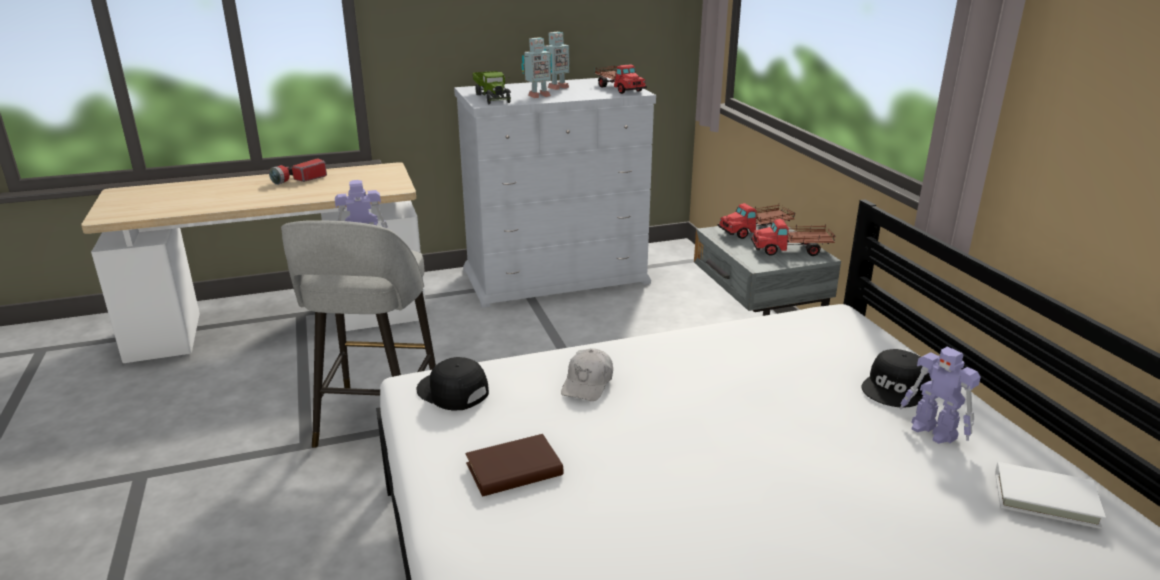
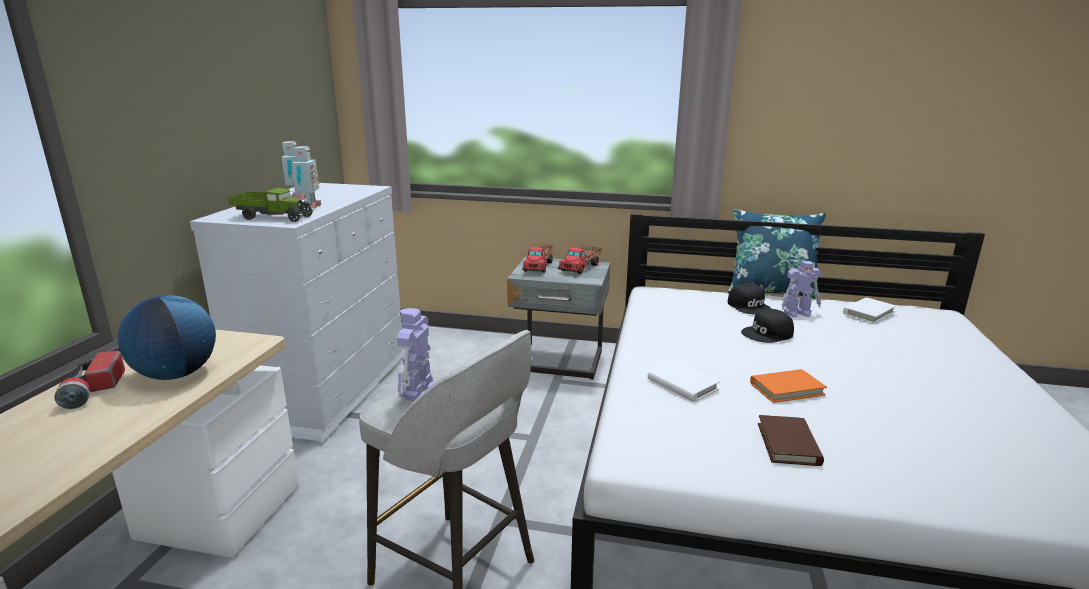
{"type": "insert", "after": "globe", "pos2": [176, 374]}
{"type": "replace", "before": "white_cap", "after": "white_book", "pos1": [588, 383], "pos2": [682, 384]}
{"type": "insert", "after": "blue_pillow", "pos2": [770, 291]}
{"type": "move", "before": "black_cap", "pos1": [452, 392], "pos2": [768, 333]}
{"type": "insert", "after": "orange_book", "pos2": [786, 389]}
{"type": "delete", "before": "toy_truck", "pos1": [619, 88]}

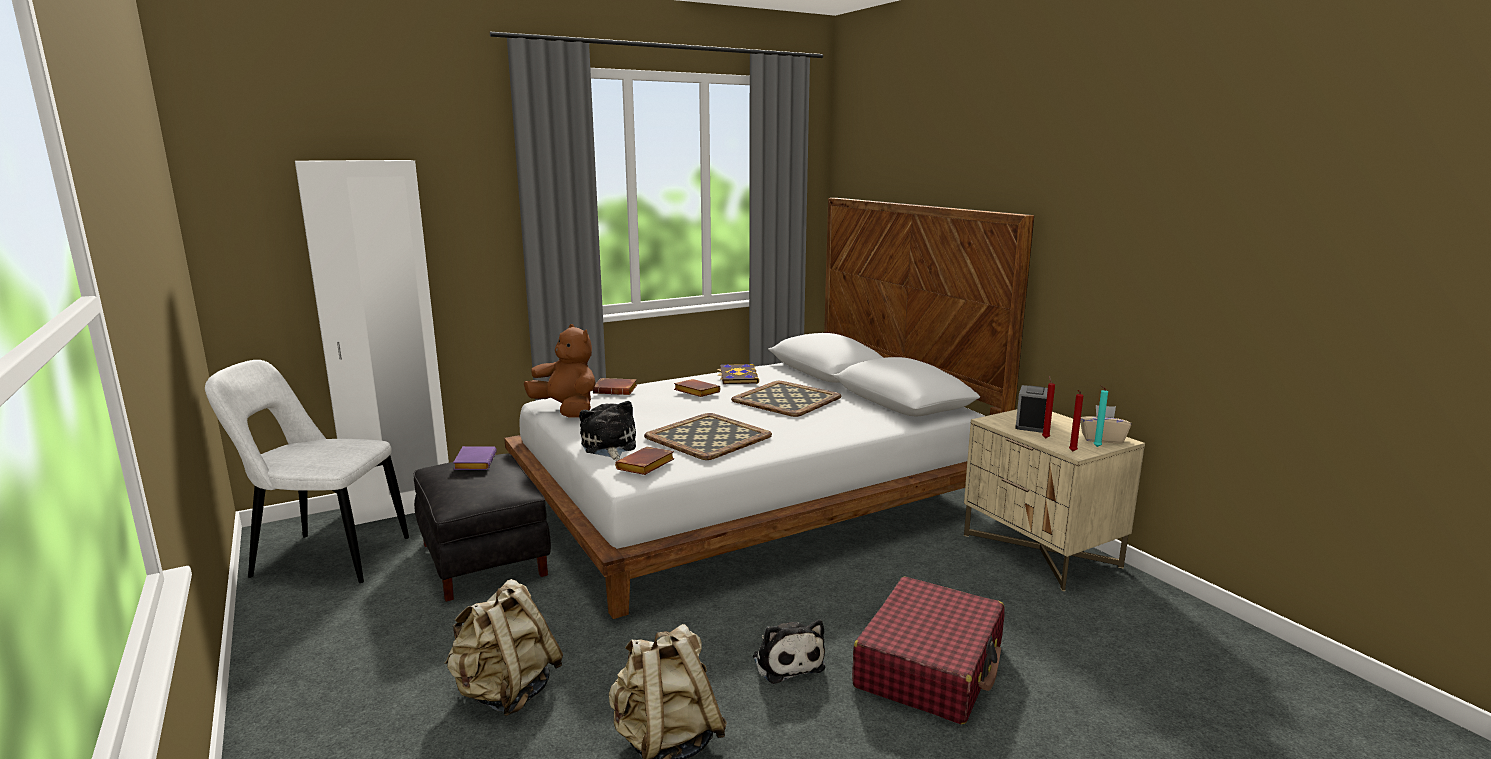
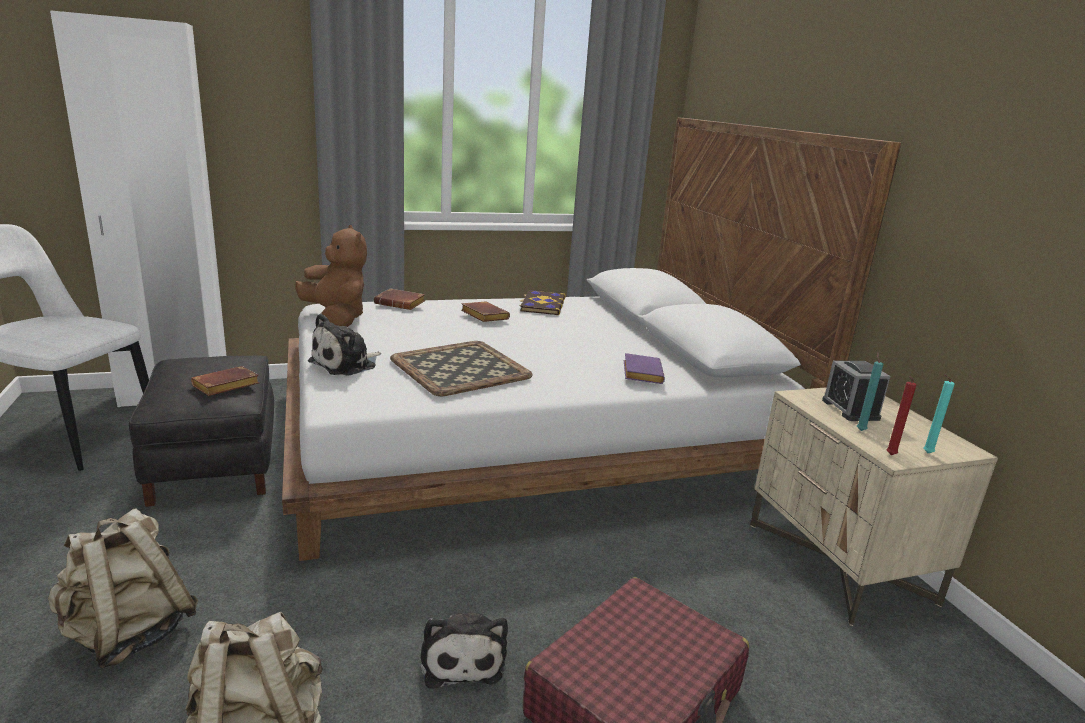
{"type": "move", "before": "brown_book", "pos1": [646, 466], "pos2": [225, 387]}
{"type": "rotate", "before": "plush_toy", "pos1": [609, 446], "pos2": [346, 364], "turn": -135}
{"type": "move", "before": "purple_book", "pos1": [474, 462], "pos2": [640, 373]}
{"type": "rotate", "before": "alarm_clock", "pos1": [1031, 424], "pos2": [850, 409], "turn": 135}
{"type": "recolor", "before": "red_candle", "after": "turquoise_candle", "pos1": [1045, 438], "pos2": [860, 430]}
{"type": "delete", "before": "tray", "pos1": [786, 399]}
{"type": "delete", "before": "beige_tissue_box", "pos1": [1102, 439]}

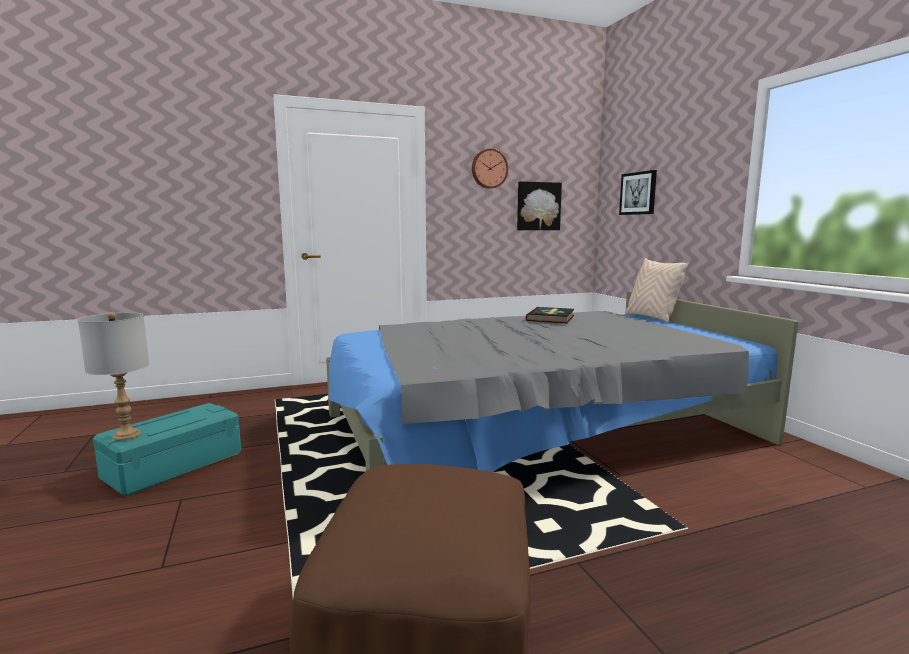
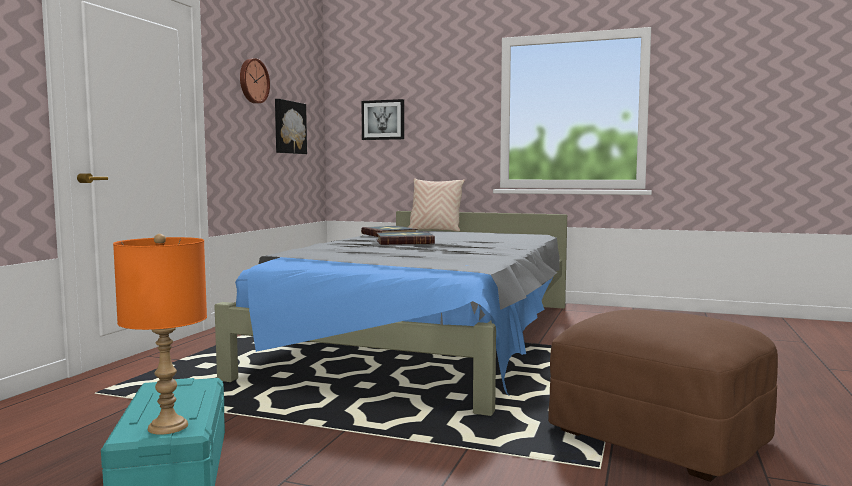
{"type": "recolor", "before": "grey_table_lamp", "after": "orange_table_lamp", "pos1": [127, 435], "pos2": [168, 426]}
{"type": "insert", "after": "book", "pos2": [404, 242]}

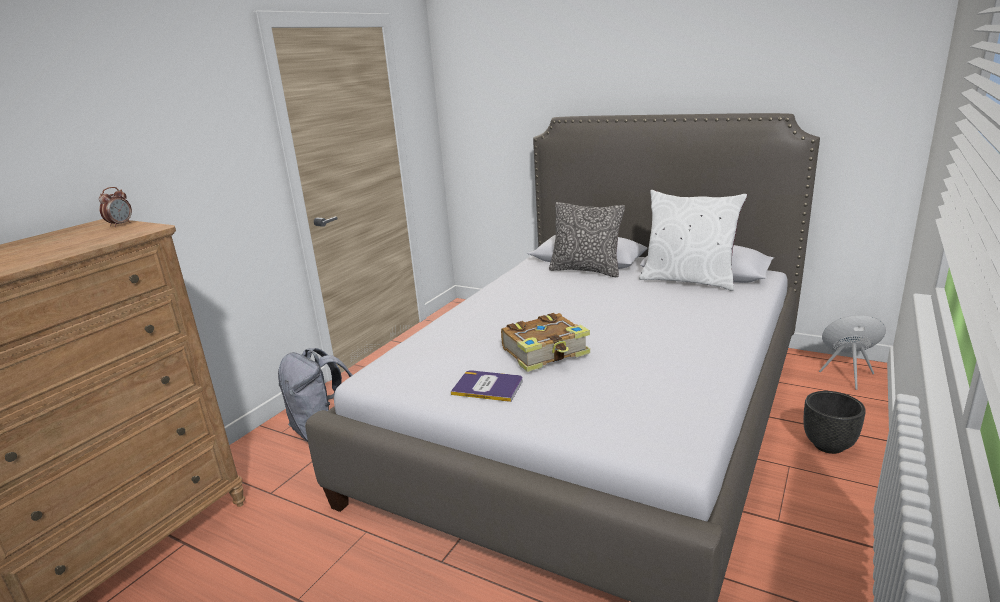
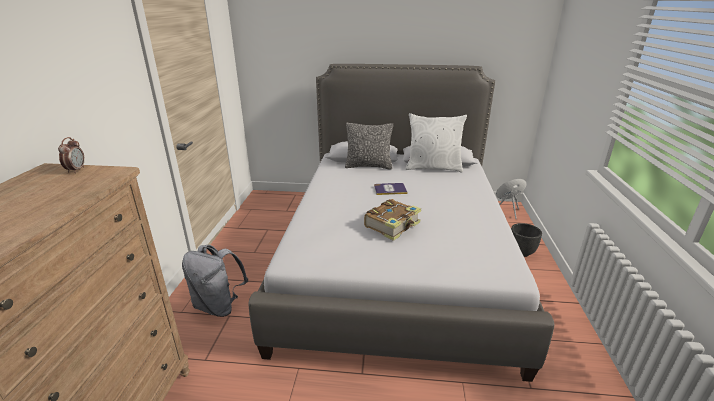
{"type": "move", "before": "book", "pos1": [488, 387], "pos2": [390, 189]}

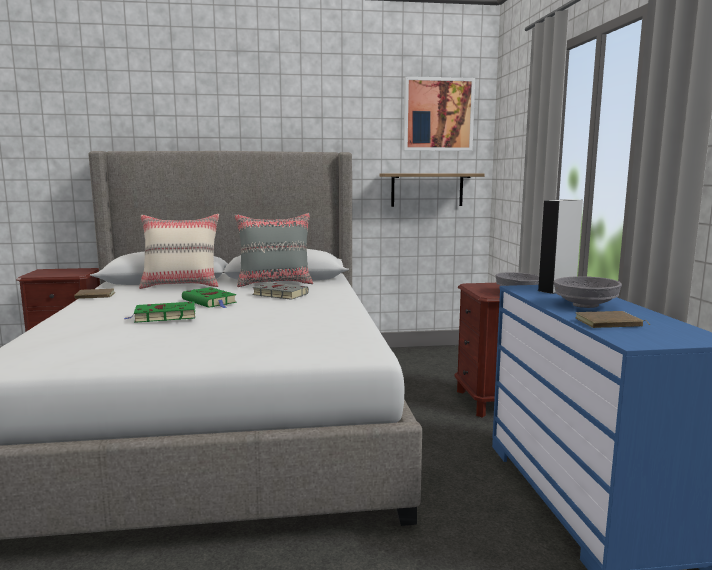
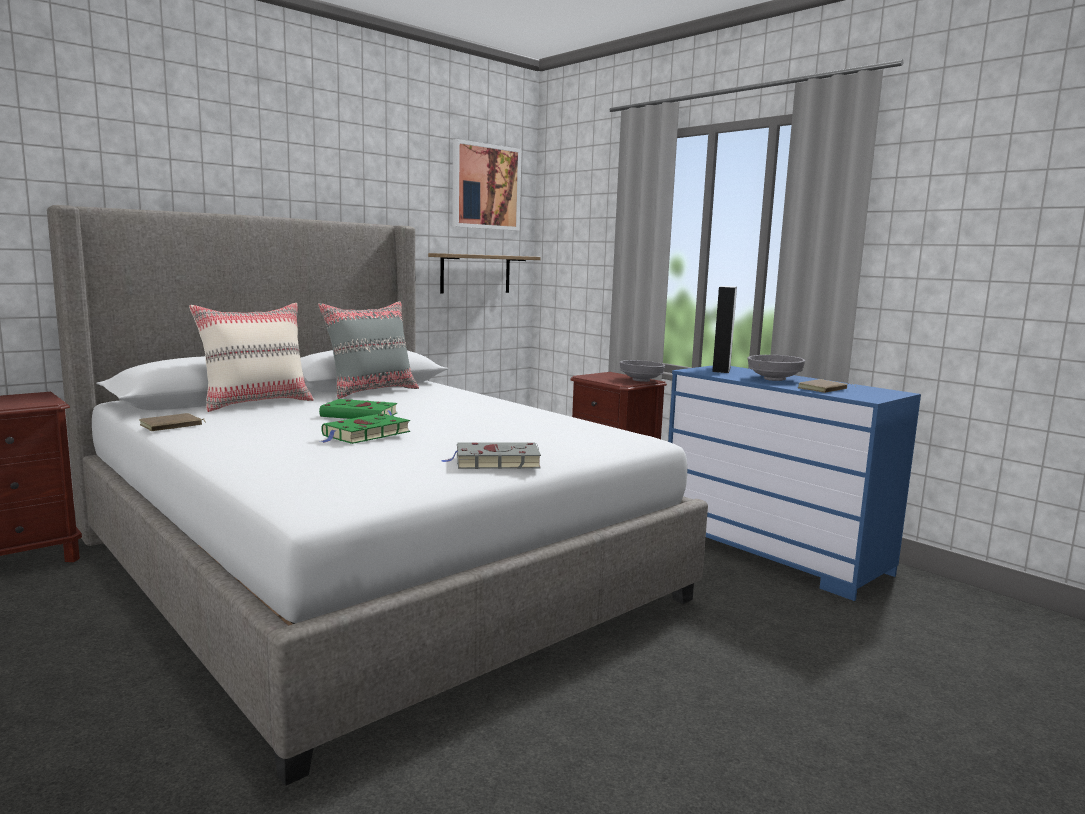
{"type": "move", "before": "grey_book", "pos1": [279, 294], "pos2": [494, 462]}

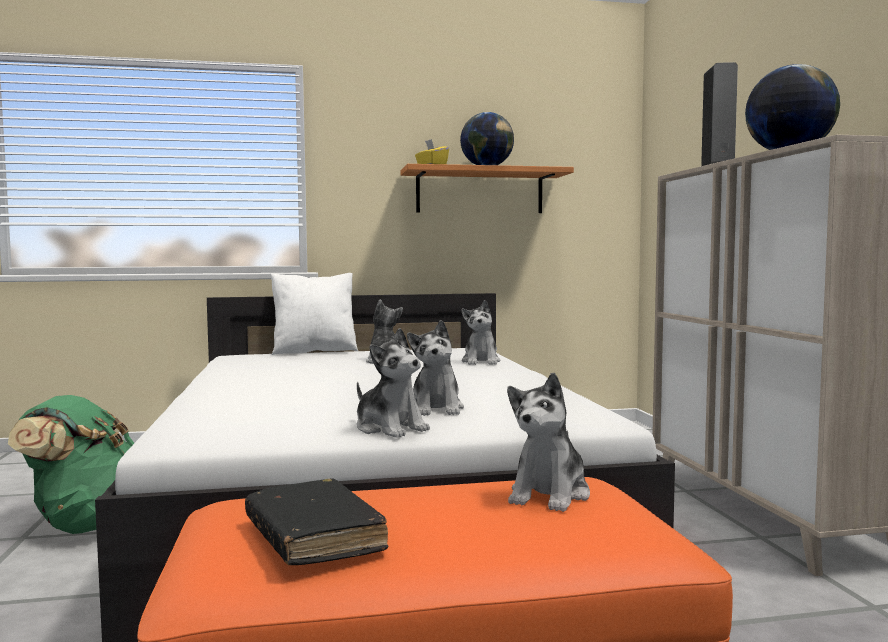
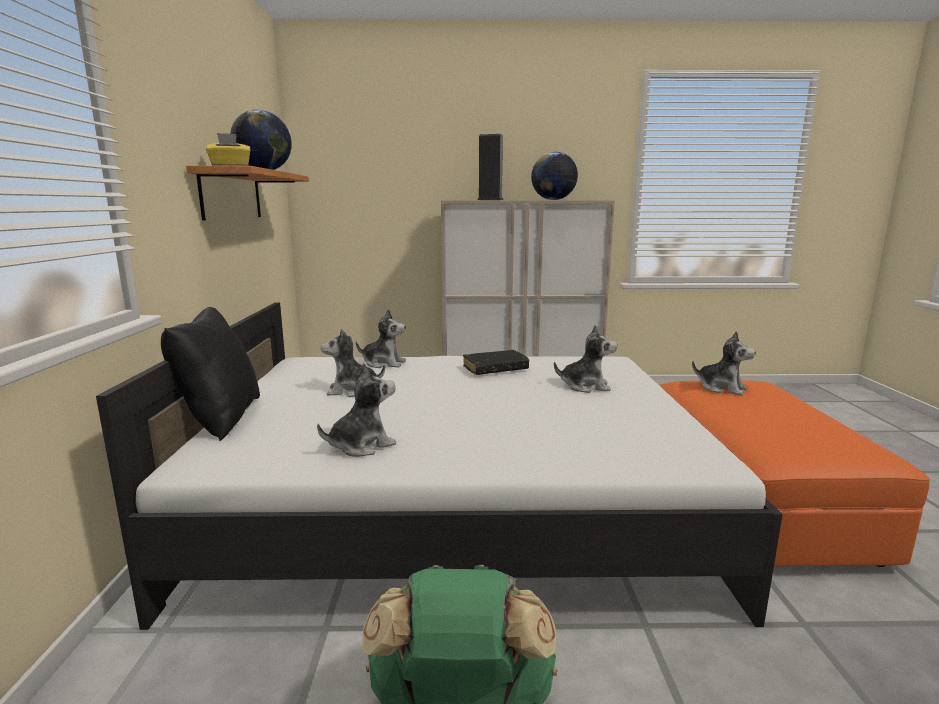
{"type": "recolor", "before": "white_pillow", "after": "black_pillow", "pos1": [314, 351], "pos2": [220, 418]}
{"type": "move", "before": "plush_toy", "pos1": [390, 428], "pos2": [361, 445]}
{"type": "move", "before": "black_book", "pos1": [313, 537], "pos2": [495, 369]}

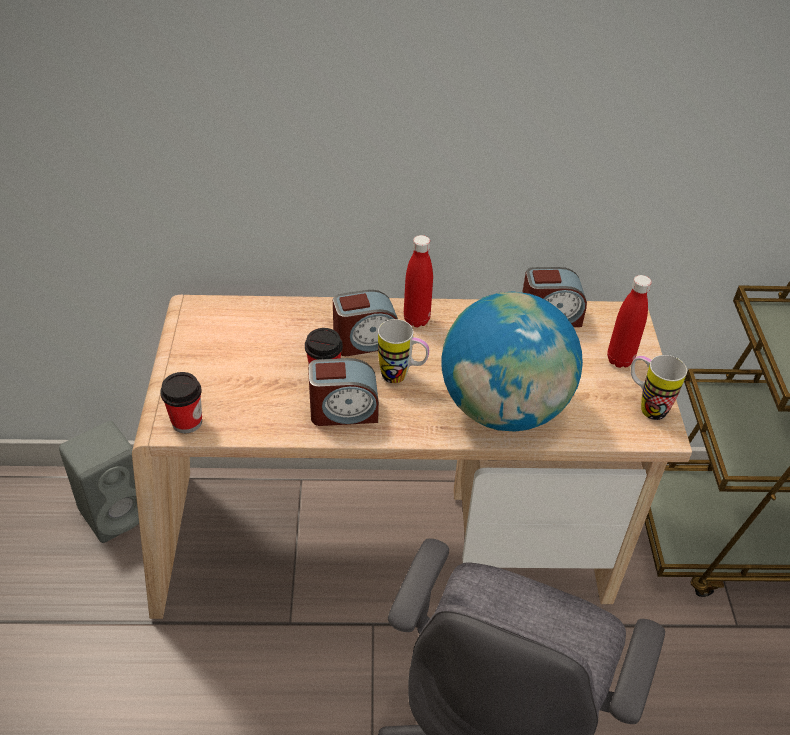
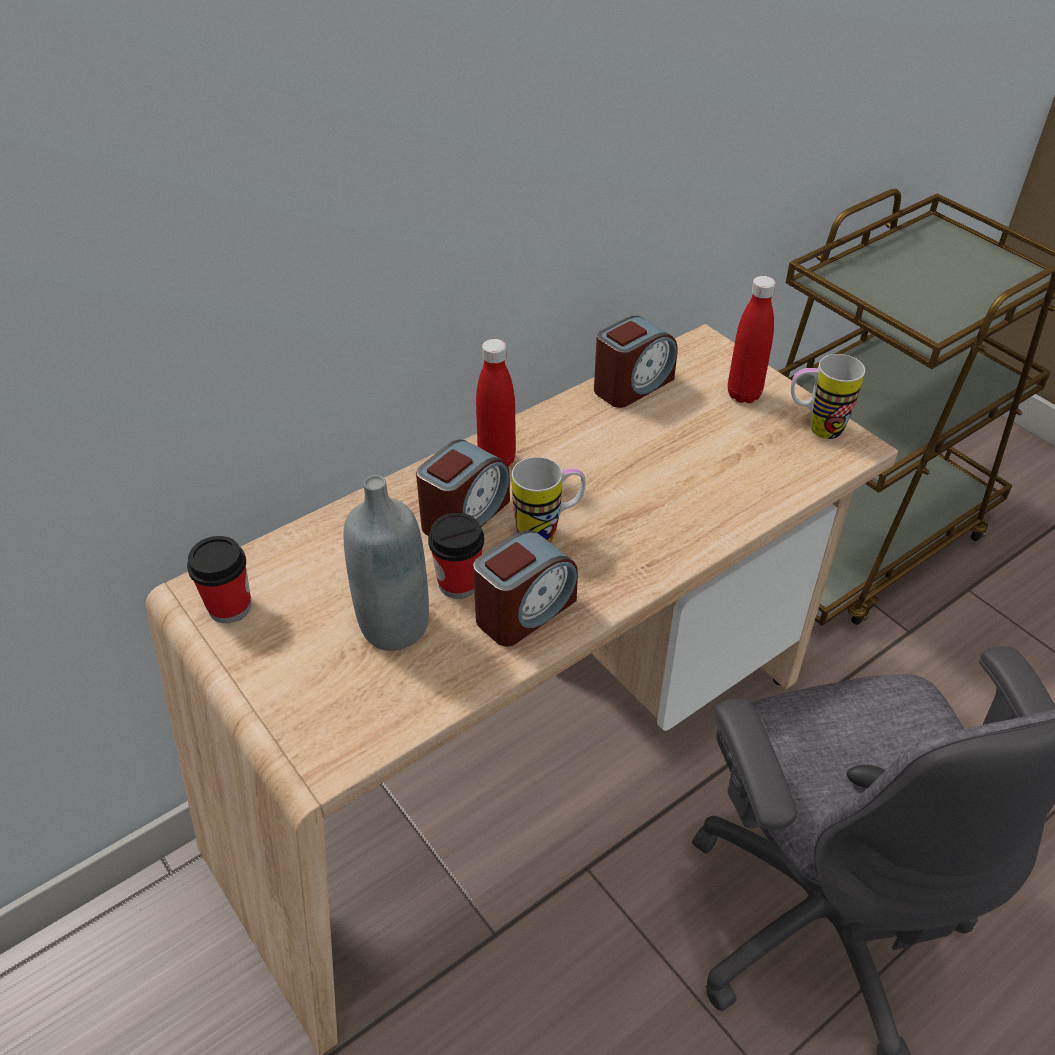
{"type": "move", "before": "cup", "pos1": [187, 422], "pos2": [230, 607]}
{"type": "insert", "after": "grey_bottle", "pos2": [394, 626]}
{"type": "delete", "before": "grey_speaker", "pos1": [119, 510]}
{"type": "delete", "before": "globe", "pos1": [504, 408]}

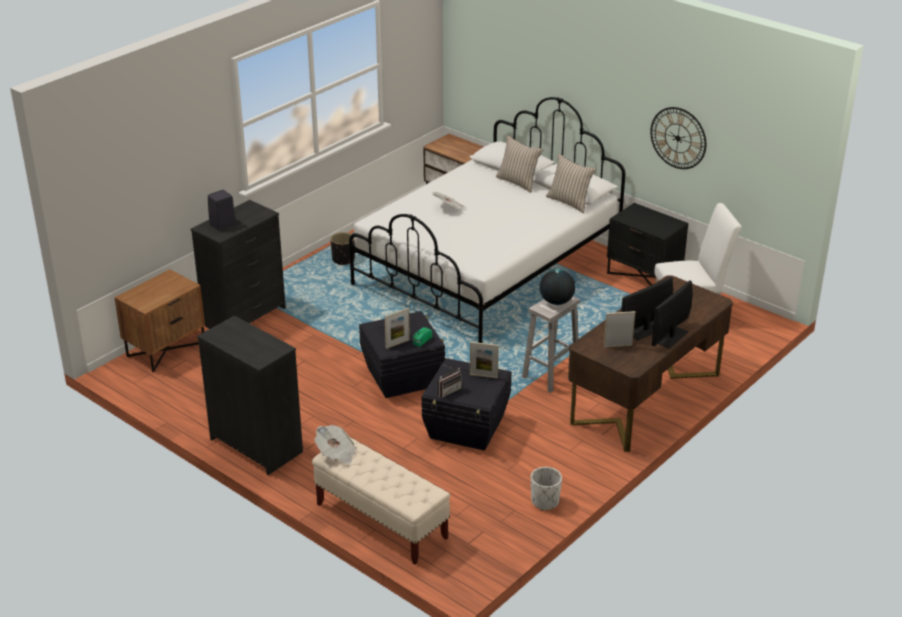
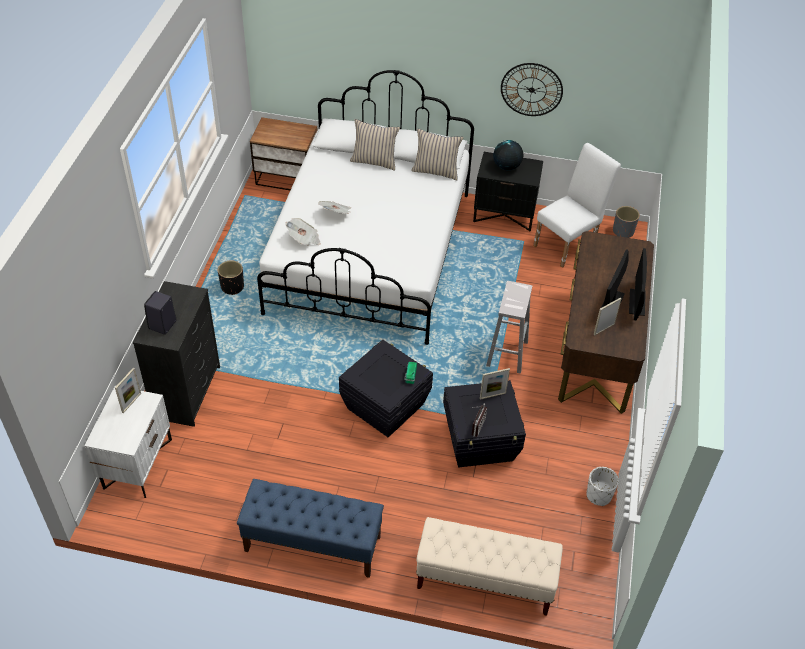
{"type": "recolor", "before": "brown_nightstand", "after": "white_nightstand", "pos1": [166, 349], "pos2": [137, 463]}
{"type": "move", "before": "picture_frame", "pos1": [397, 344], "pos2": [131, 402]}
{"type": "replace", "before": "black_dresser", "after": "blue_bench", "pos1": [257, 445], "pos2": [312, 544]}
{"type": "move", "before": "newspaper", "pos1": [336, 453], "pos2": [304, 239]}
{"type": "move", "before": "globe", "pos1": [556, 302], "pos2": [506, 167]}
{"type": "insert", "after": "grey_planter", "pos2": [623, 231]}

